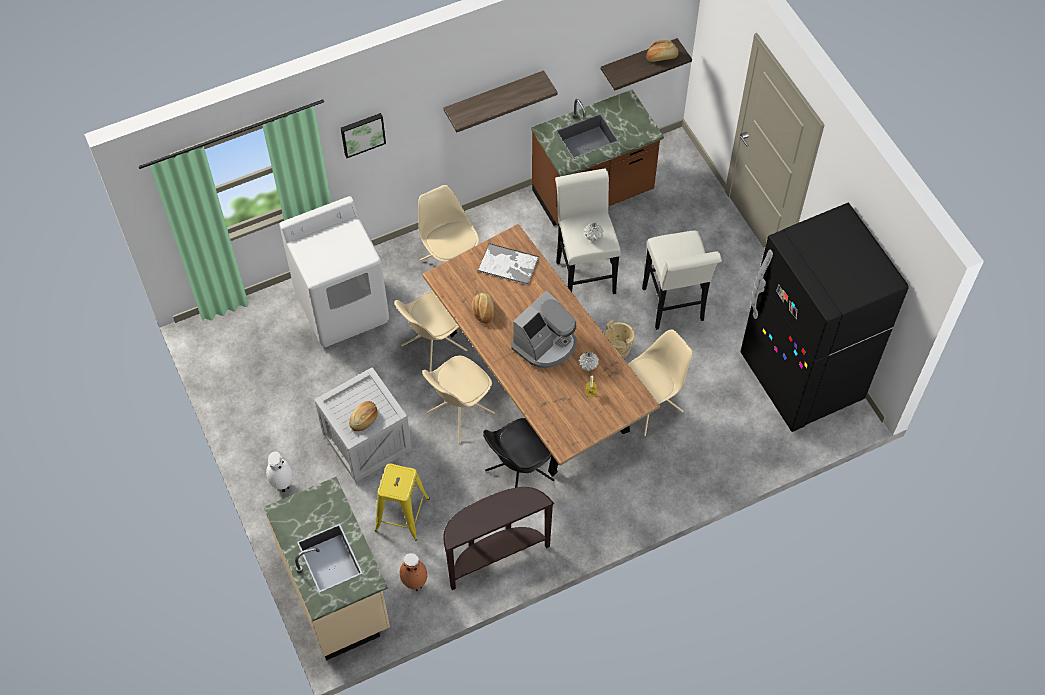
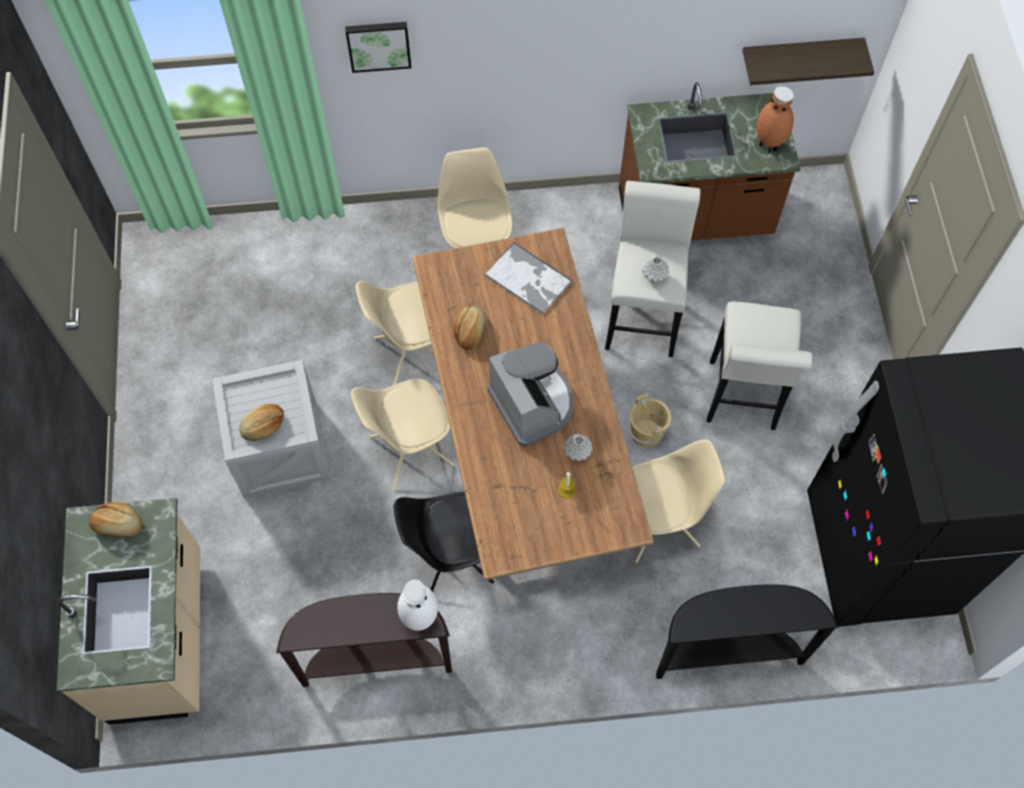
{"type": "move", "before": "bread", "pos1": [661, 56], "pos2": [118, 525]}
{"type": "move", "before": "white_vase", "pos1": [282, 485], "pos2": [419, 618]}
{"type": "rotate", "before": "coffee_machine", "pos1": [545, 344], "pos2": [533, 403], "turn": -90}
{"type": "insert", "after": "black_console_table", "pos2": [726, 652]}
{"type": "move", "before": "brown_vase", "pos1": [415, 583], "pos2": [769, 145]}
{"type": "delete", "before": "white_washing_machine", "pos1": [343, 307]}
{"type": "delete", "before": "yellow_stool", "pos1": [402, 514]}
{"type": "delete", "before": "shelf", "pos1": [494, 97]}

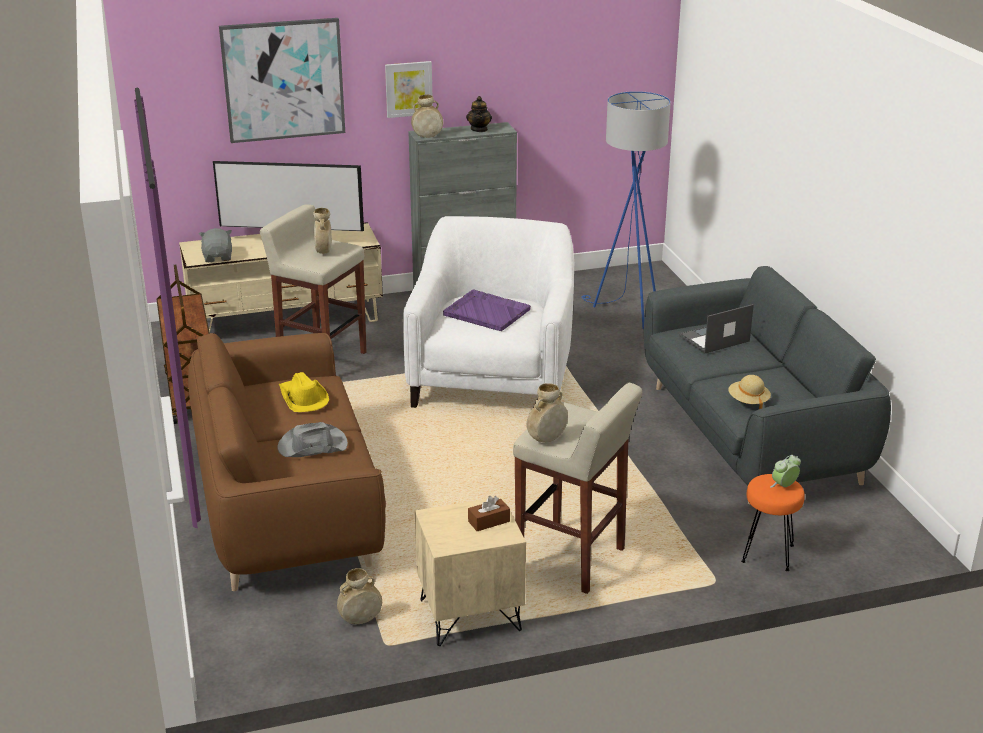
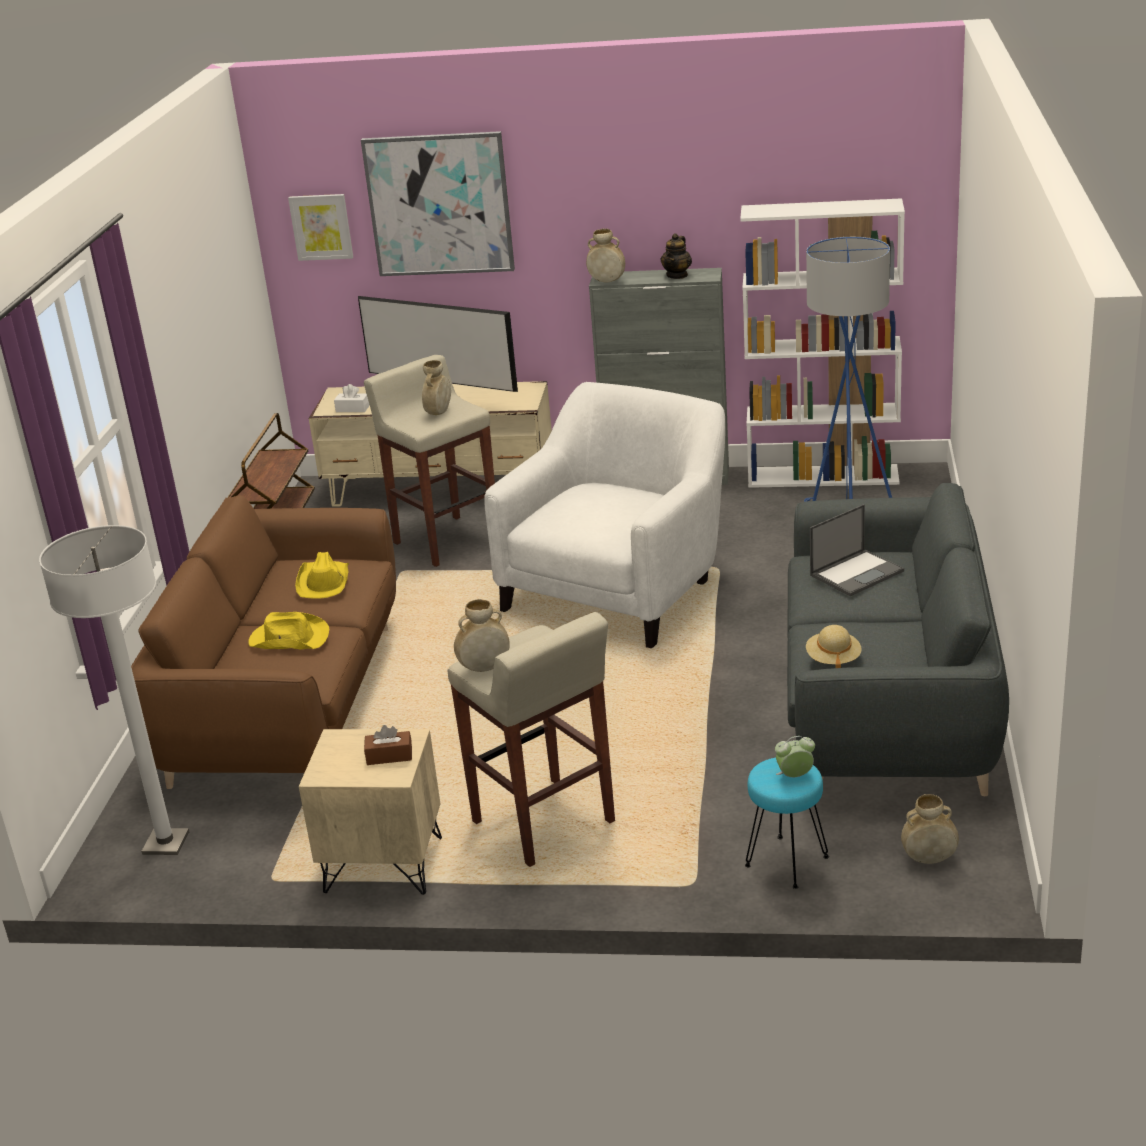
{"type": "insert", "after": "white_floor_lamp", "pos2": [166, 843]}
{"type": "recolor", "before": "grey_hat", "after": "yellow_hat", "pos1": [311, 446], "pos2": [288, 638]}
{"type": "move", "before": "picture", "pos1": [408, 89], "pos2": [321, 227]}
{"type": "replace", "before": "grey_plush_toy", "after": "white_tissue_box", "pos1": [218, 257], "pos2": [352, 409]}
{"type": "insert", "after": "white_bookcase", "pos2": [823, 476]}
{"type": "recolor", "before": "orange_stool", "after": "turquoise_stool", "pos1": [767, 554], "pos2": [786, 862]}
{"type": "rotate", "before": "laptop", "pos1": [713, 339], "pos2": [857, 573], "turn": 150}
{"type": "move", "before": "beige_vase", "pos1": [360, 620], "pos2": [929, 859]}
{"type": "delete", "before": "purple_tray", "pos1": [486, 312]}

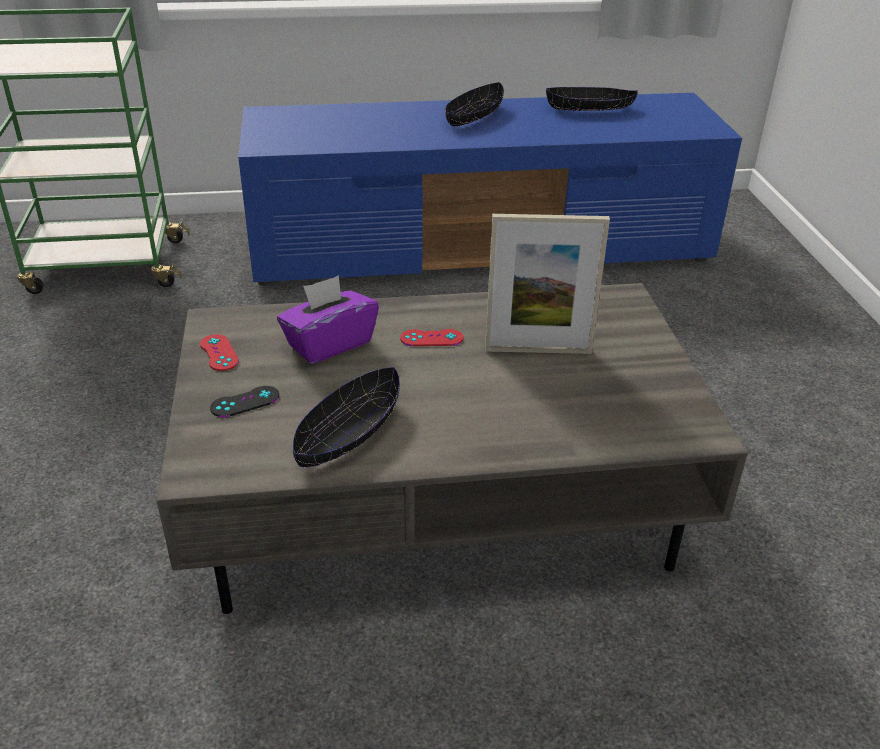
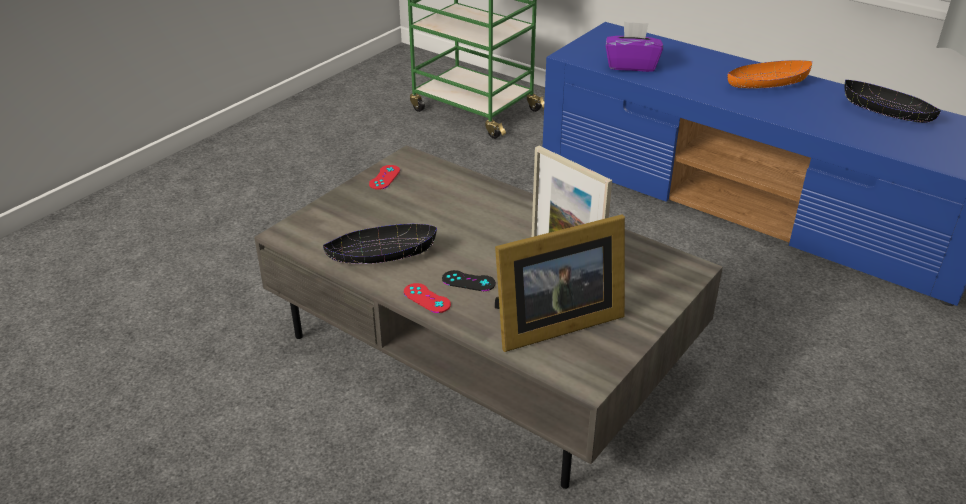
{"type": "move", "before": "red_game_controller", "pos1": [431, 338], "pos2": [427, 298]}
{"type": "move", "before": "black_game_controller", "pos1": [245, 402], "pos2": [468, 281]}
{"type": "insert", "after": "picture_frame", "pos2": [552, 323]}
{"type": "move", "before": "purple_tissue_box", "pos1": [329, 344], "pos2": [631, 65]}
{"type": "recolor", "before": "black_bowl", "after": "orange_bowl", "pos1": [473, 116], "pos2": [766, 84]}

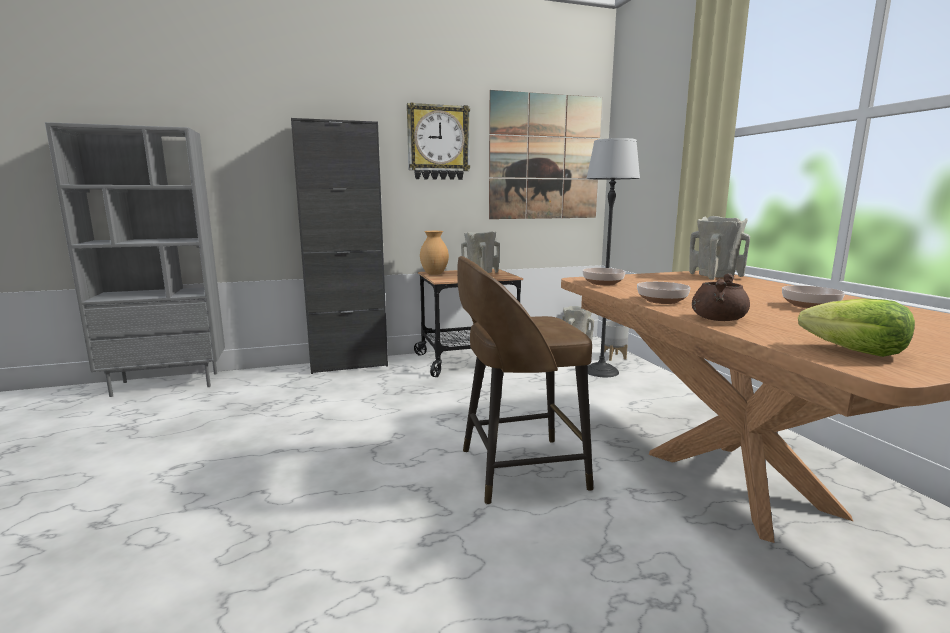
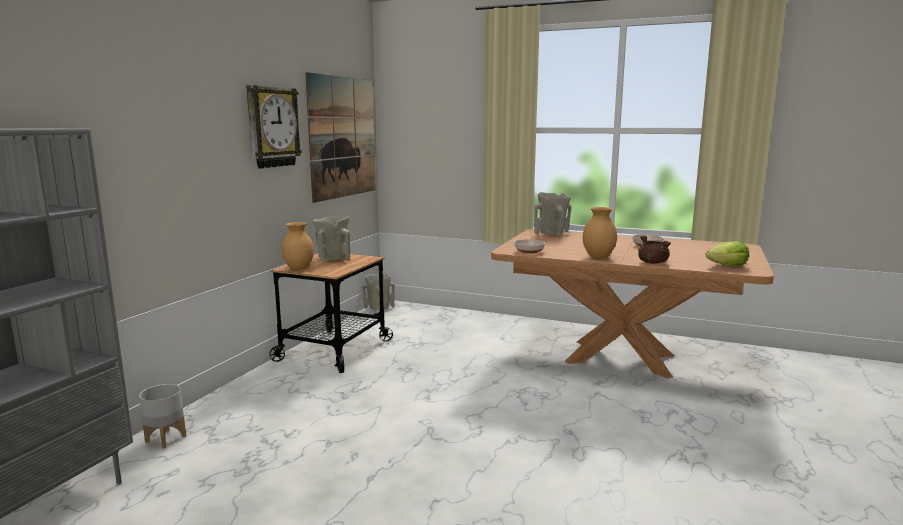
{"type": "move", "before": "grey_planter", "pos1": [613, 357], "pos2": [166, 438]}
{"type": "replace", "before": "bowl", "after": "brown_vase", "pos1": [662, 301], "pos2": [599, 257]}
{"type": "delete", "before": "black_cabinet", "pos1": [349, 365]}
{"type": "delete", "before": "brown_stool", "pos1": [518, 469]}
{"type": "delete", "before": "floor_lamp", "pos1": [601, 371]}

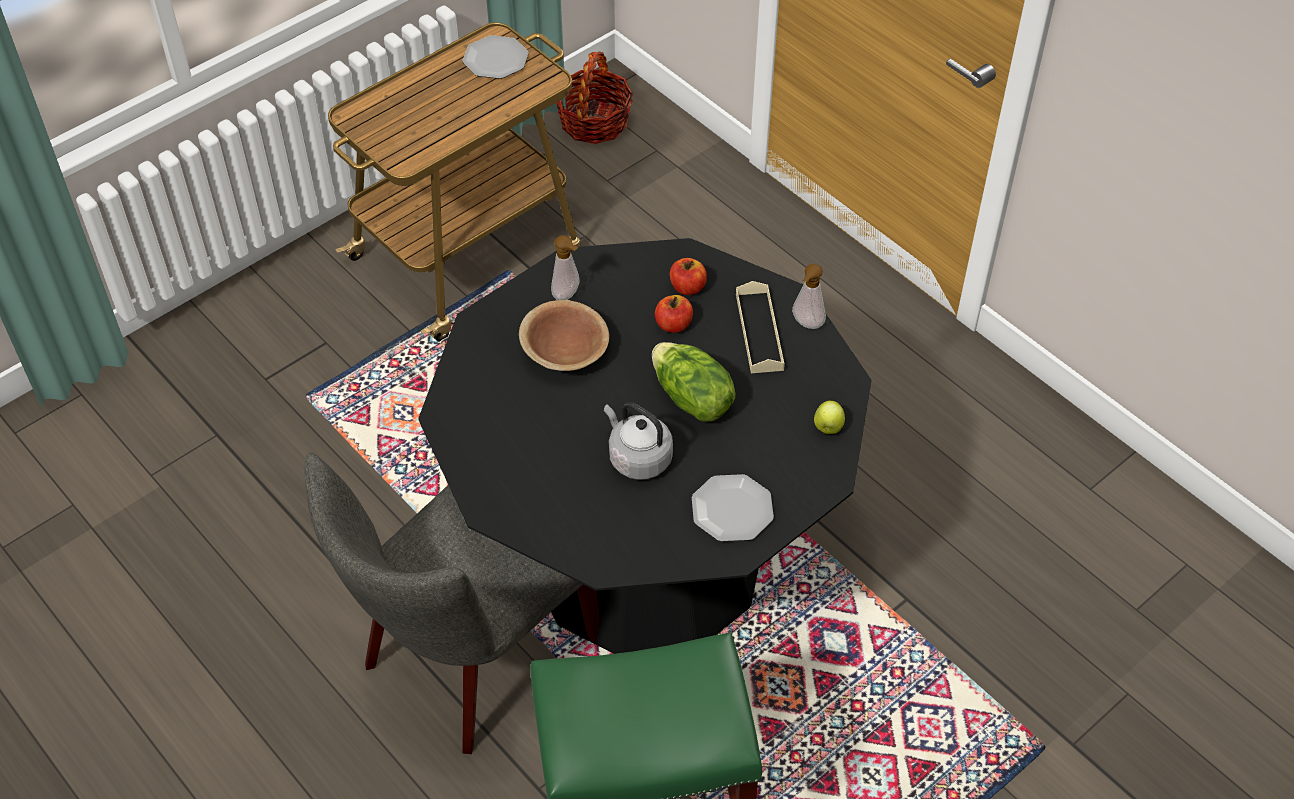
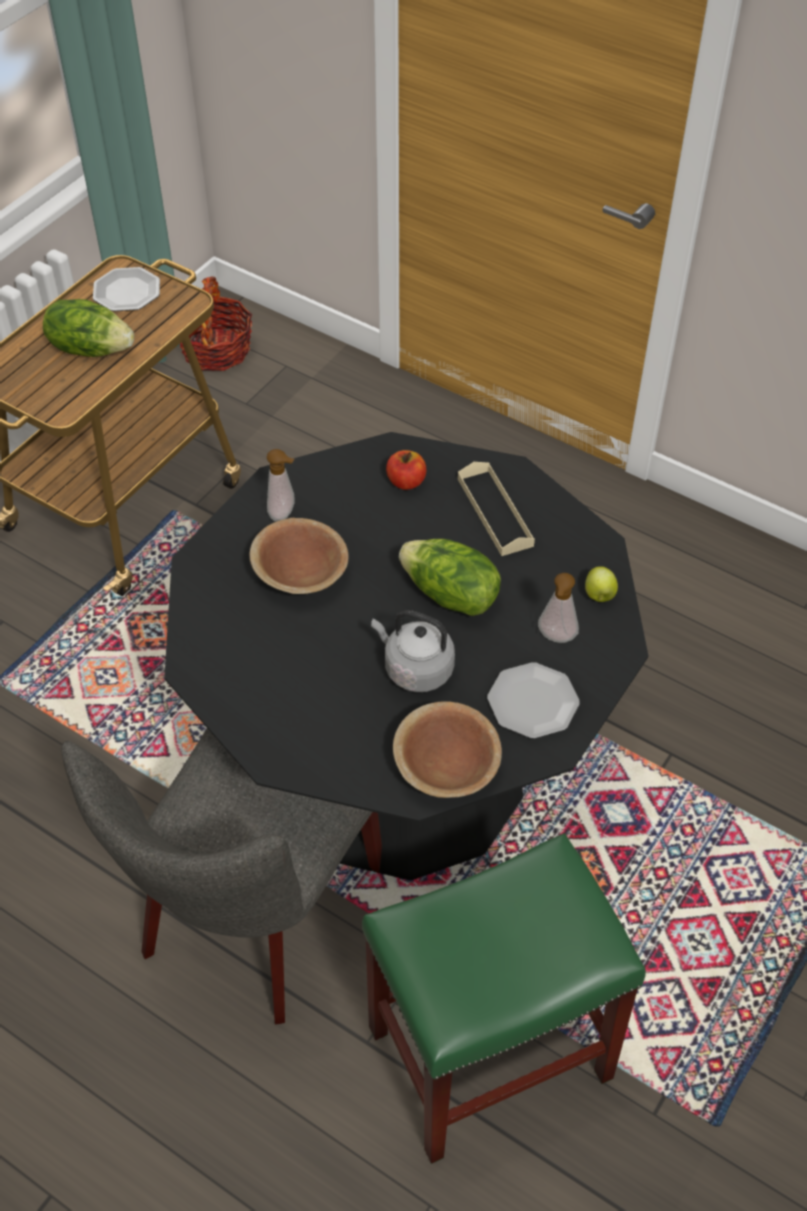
{"type": "insert", "after": "lettuce", "pos2": [90, 348]}
{"type": "insert", "after": "brown_bowl", "pos2": [446, 765]}
{"type": "move", "before": "soap_dispenser", "pos1": [806, 324], "pos2": [556, 638]}
{"type": "delete", "before": "apple", "pos1": [673, 325]}

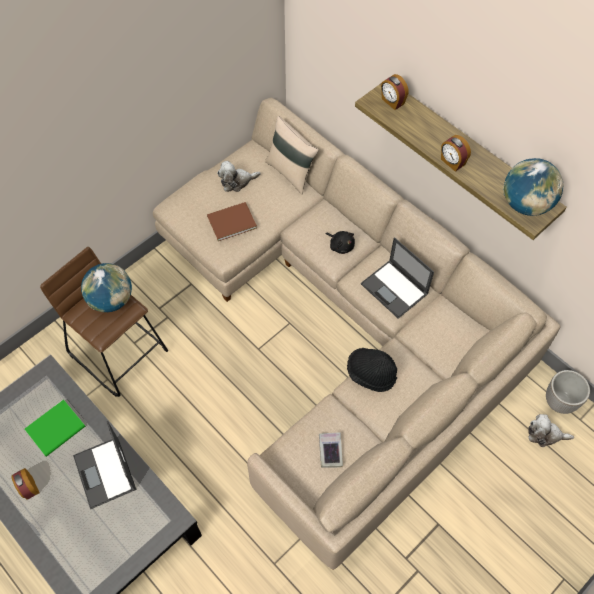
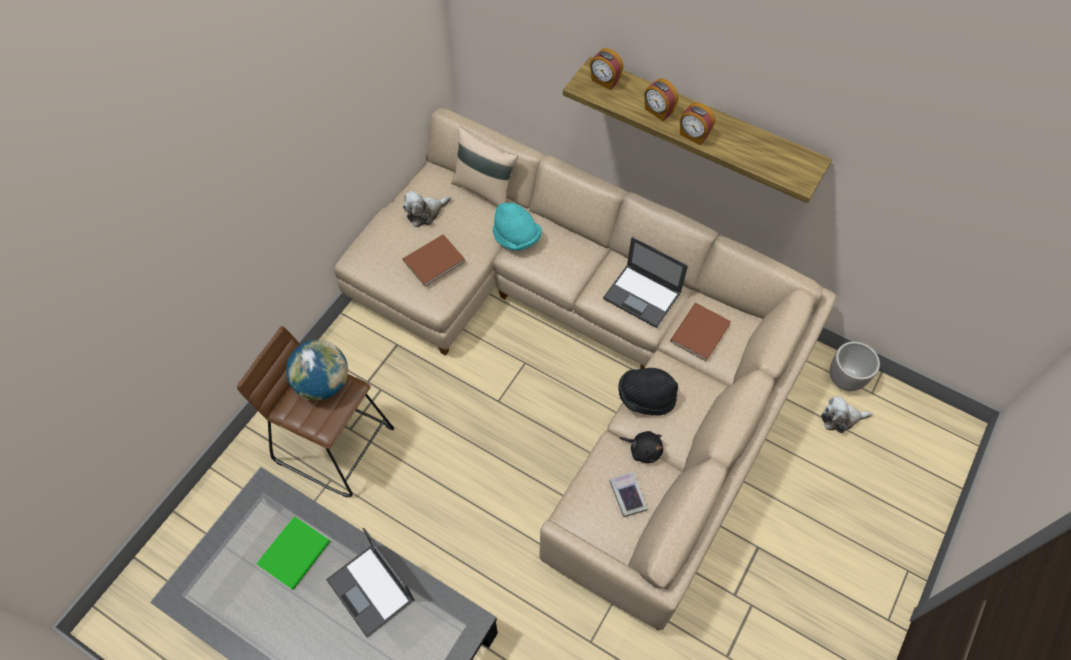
{"type": "insert", "after": "turquoise_hat", "pos2": [516, 237]}
{"type": "move", "before": "black_plush_toy", "pos1": [340, 245], "pos2": [643, 450]}
{"type": "move", "before": "alarm_clock", "pos1": [29, 488], "pos2": [658, 111]}
{"type": "insert", "after": "brown_book", "pos2": [698, 333]}
{"type": "delete", "before": "globe", "pos1": [525, 204]}

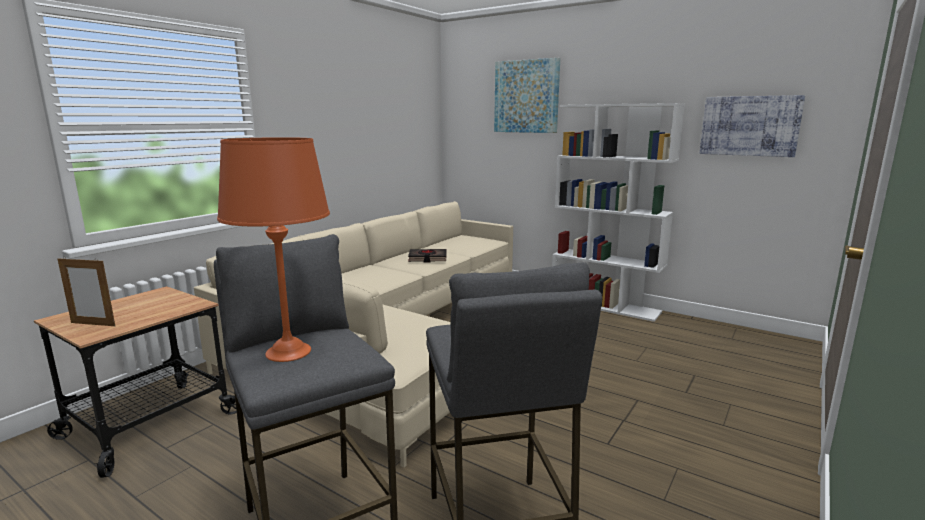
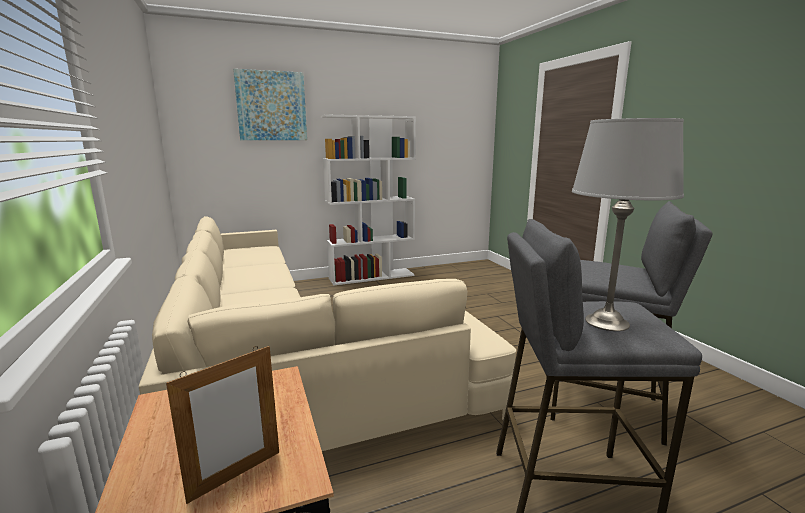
{"type": "recolor", "before": "orange_table_lamp", "after": "grey_table_lamp", "pos1": [289, 352], "pos2": [607, 322]}
{"type": "delete", "before": "black_book", "pos1": [427, 258]}
{"type": "delete", "before": "picture", "pos1": [749, 126]}

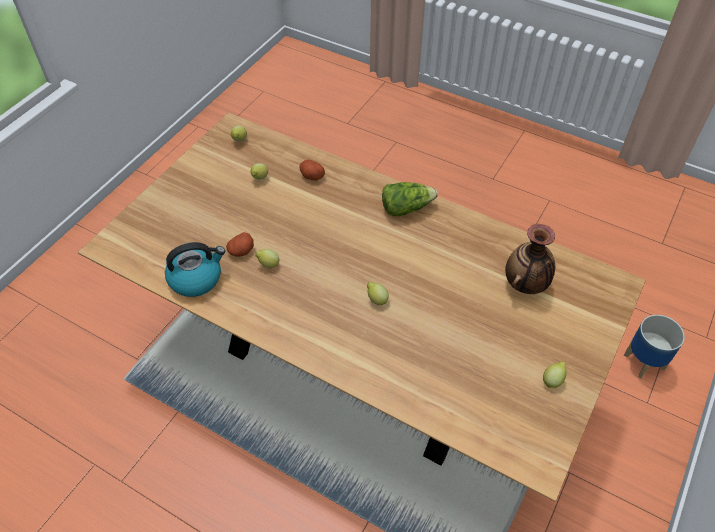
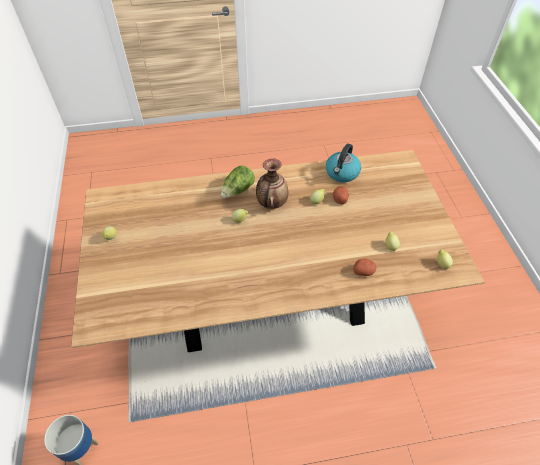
{"type": "move", "before": "lettuce", "pos1": [406, 208], "pos2": [238, 190]}
{"type": "move", "before": "vase", "pos1": [526, 284], "pos2": [271, 203]}

